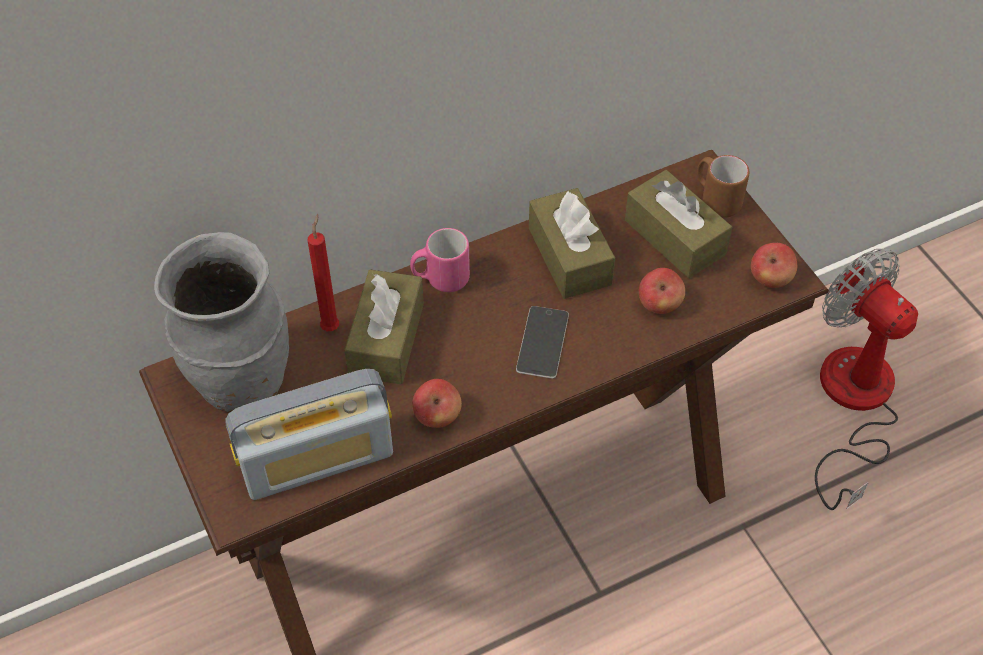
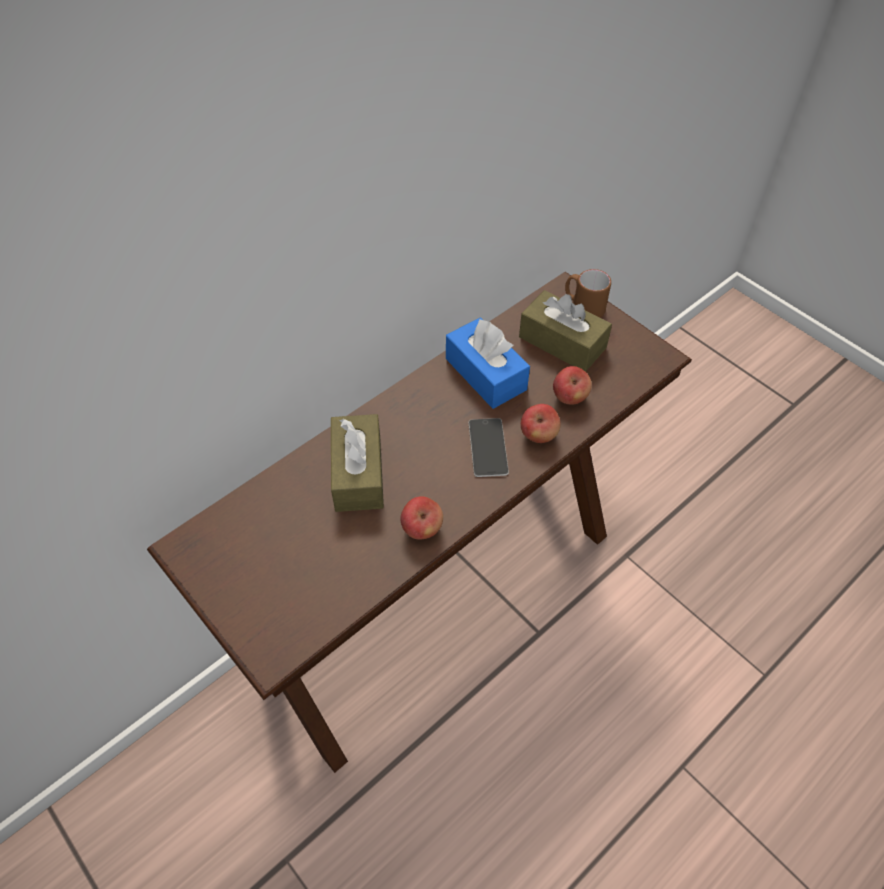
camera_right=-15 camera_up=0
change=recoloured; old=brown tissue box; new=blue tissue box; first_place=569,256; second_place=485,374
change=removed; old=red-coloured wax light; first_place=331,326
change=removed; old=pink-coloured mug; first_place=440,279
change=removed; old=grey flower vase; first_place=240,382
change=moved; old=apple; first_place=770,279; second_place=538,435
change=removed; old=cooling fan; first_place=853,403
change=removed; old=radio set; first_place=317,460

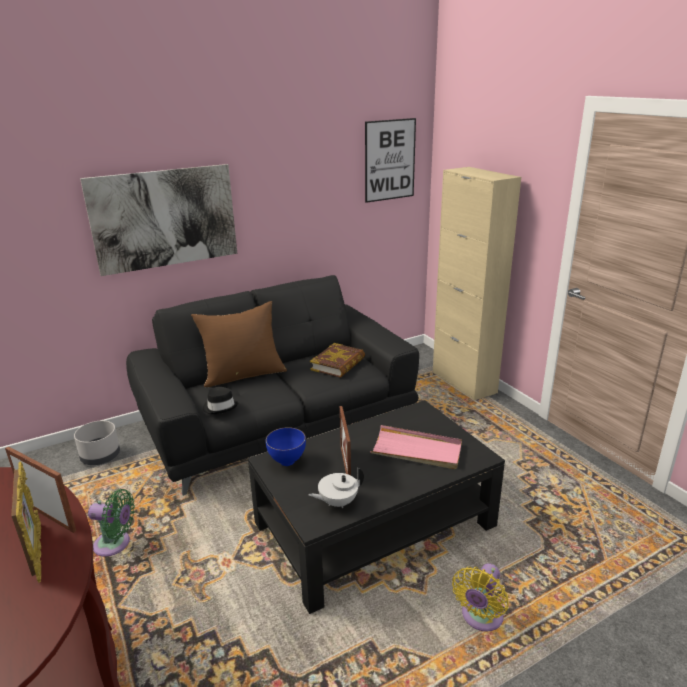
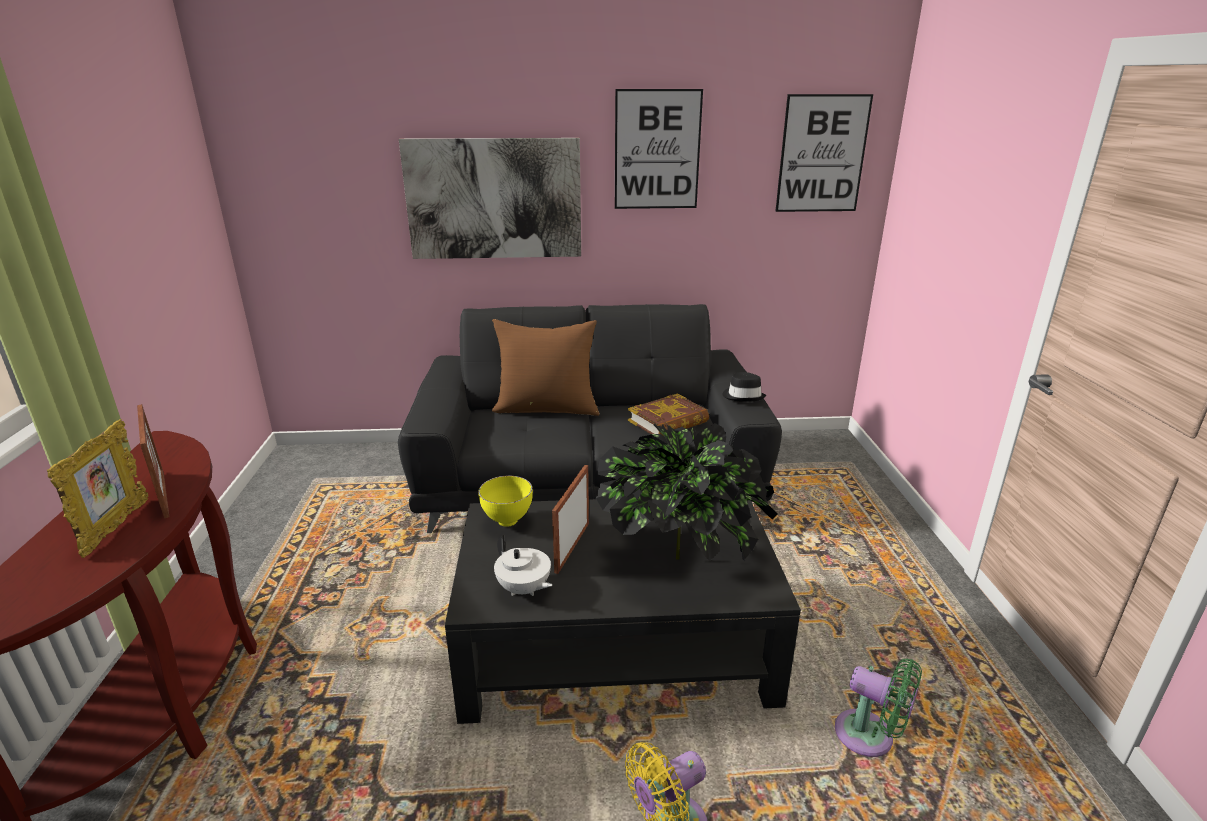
camera_right=25 camera_up=0
change=removed; old=sand-coloured cupboard; first_place=464,382
change=moved; old=black clothing hat; first_place=220,406; second_place=743,396
change=removed; old=grey planter; first_place=100,456
change=replaced; old=pink-coloured carrying tray; new=plant in a pot; first_place=417,450; second_place=680,557
change=recoloured; old=blue serving bowl; new=yellowish serving bowl; first_place=286,462; second_place=506,522
change=turned; old=whitish teapot; first_place=337,502; second_place=524,589; degrees=-135
change=moved; old=greenish cooling fan; first_place=115,544; second_place=870,737
change=added; new=wall art; second_place=657,150

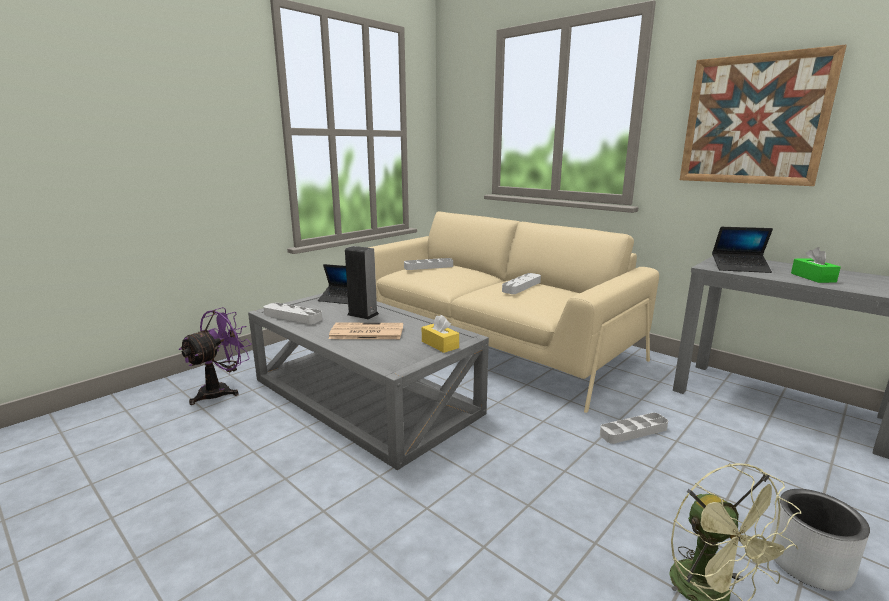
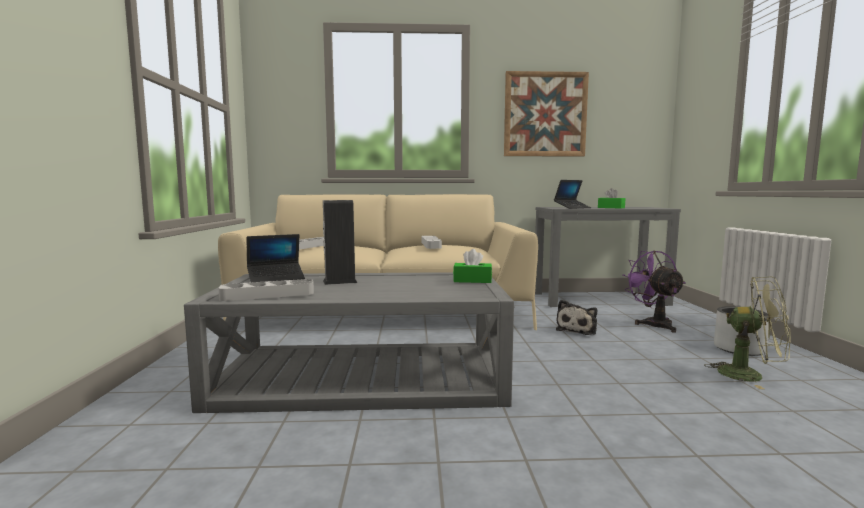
camera_right=-45 camera_up=-10
change=moved; old=purple-coloured cooling fan; first_place=221,390; second_place=653,323
change=recoloured; old=yellowish tissue box; new=greenish tissue box; first_place=440,344; second_place=472,280
change=removed; old=printed paper; first_place=365,332
change=replaced; old=grey carrying tray; new=plush toy; first_place=633,431; second_place=577,330

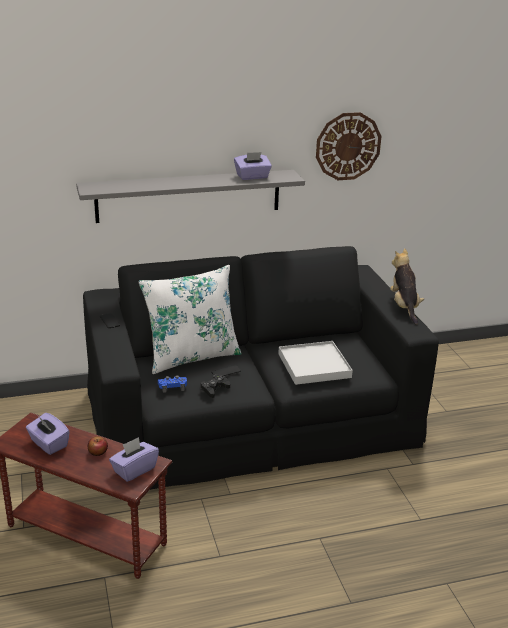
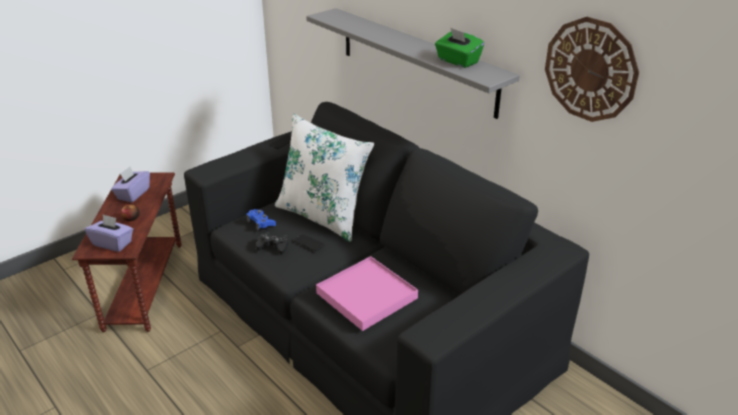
camera_right=65 camera_up=5
change=recoloured; old=purple-coloured tissue box; new=greenish tissue box; first_place=252,177; second_place=457,61
change=removed; old=plush toy; first_place=404,306
change=recoloured; old=whitish carrying tray; new=pink-coloured carrying tray; first_place=314,365; second_place=367,296

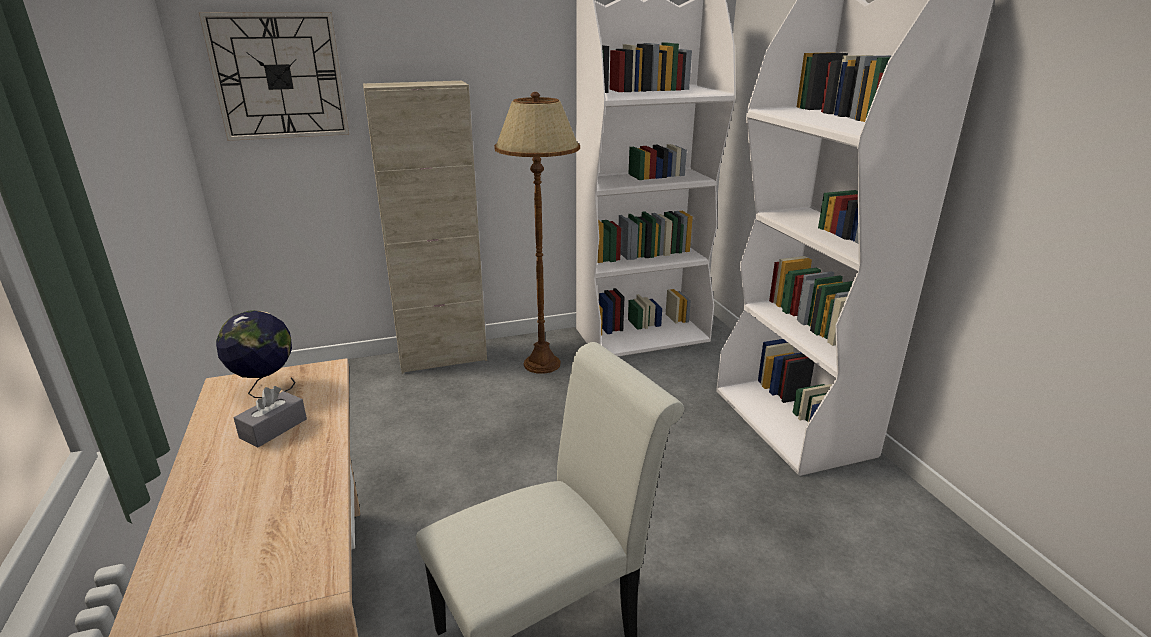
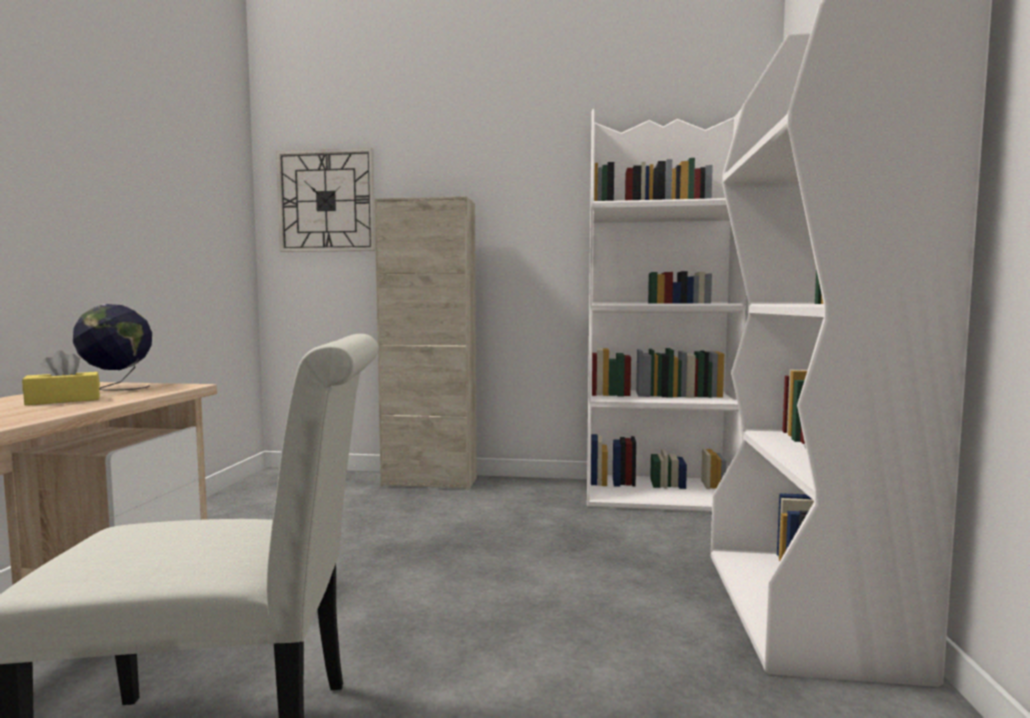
camera_right=25 camera_up=-20
change=removed; old=brown standing lamp; first_place=542,364
change=recoloured; old=grey tissue box; new=yellowish tissue box; first_place=273,428; second_place=63,400

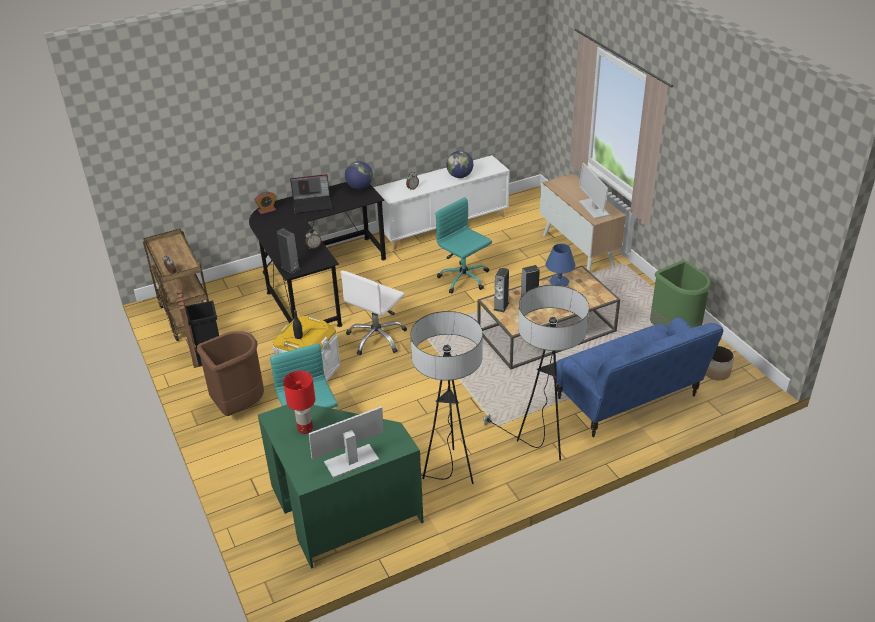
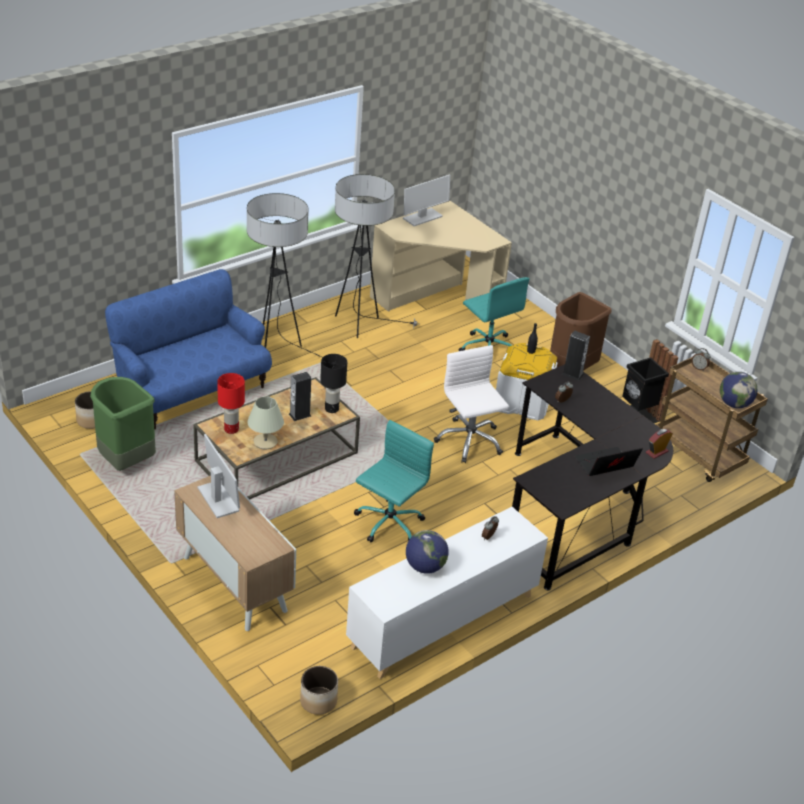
camera_right=165 camera_up=0
change=moved; old=desk globe; first_place=359,187; second_place=734,404
change=turned; old=turquoise-coloured computer chair; first_place=464,279; second_place=388,524; degrees=-90
change=recoloured; old=blue lamp for a table; new=sand-coloured lamp for a table; first_place=559,282; second_place=265,442
change=replaced; old=loudspeaker; new=black lamp for a table; first_place=501,306; second_place=331,409
change=turned; old=whitish computer chair; first_place=377,338; second_place=469,441; degrees=-45
change=moved; old=red-coloured lamp for a table; first_place=305,428; second_place=231,429
change=recoloured; old=greenish desk table; new=sand-coloured desk table; first_place=341,513; second_place=435,299
change=added; new=planter; second_place=319,701

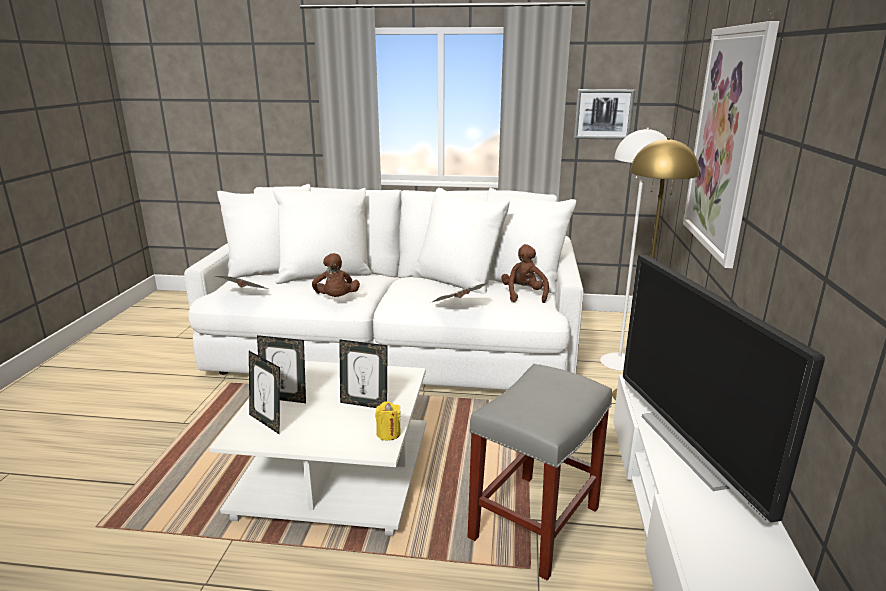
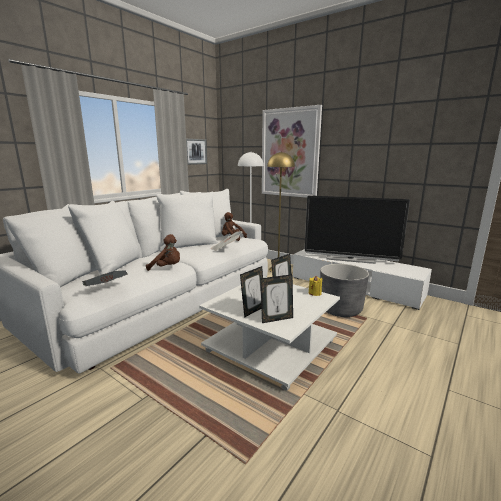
camera_right=-60 camera_up=-5
change=replaced; old=grey sitting stool; new=grey planter; first_place=535,521; second_place=340,309

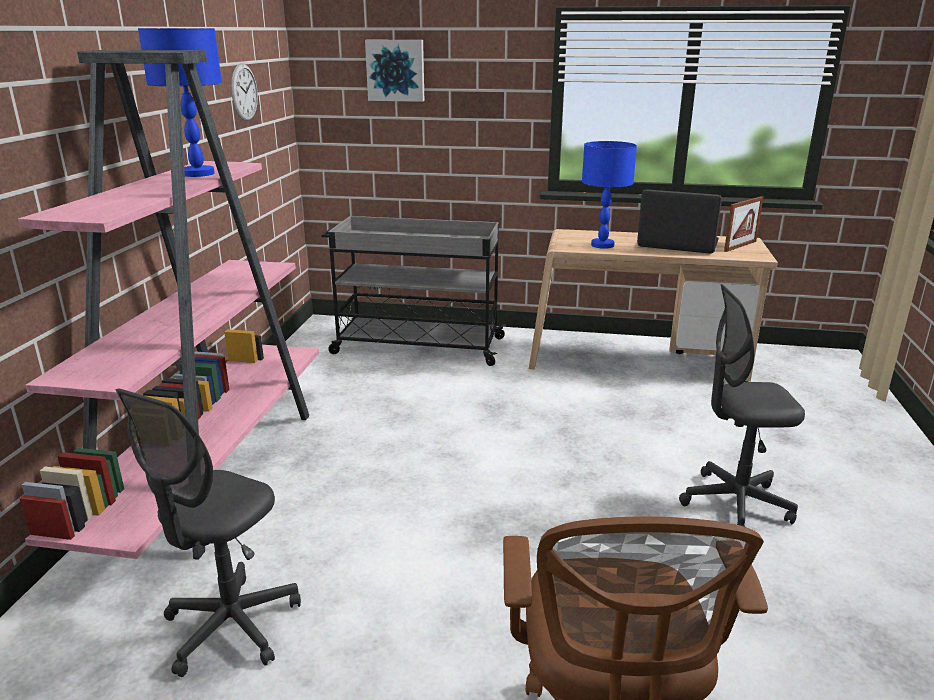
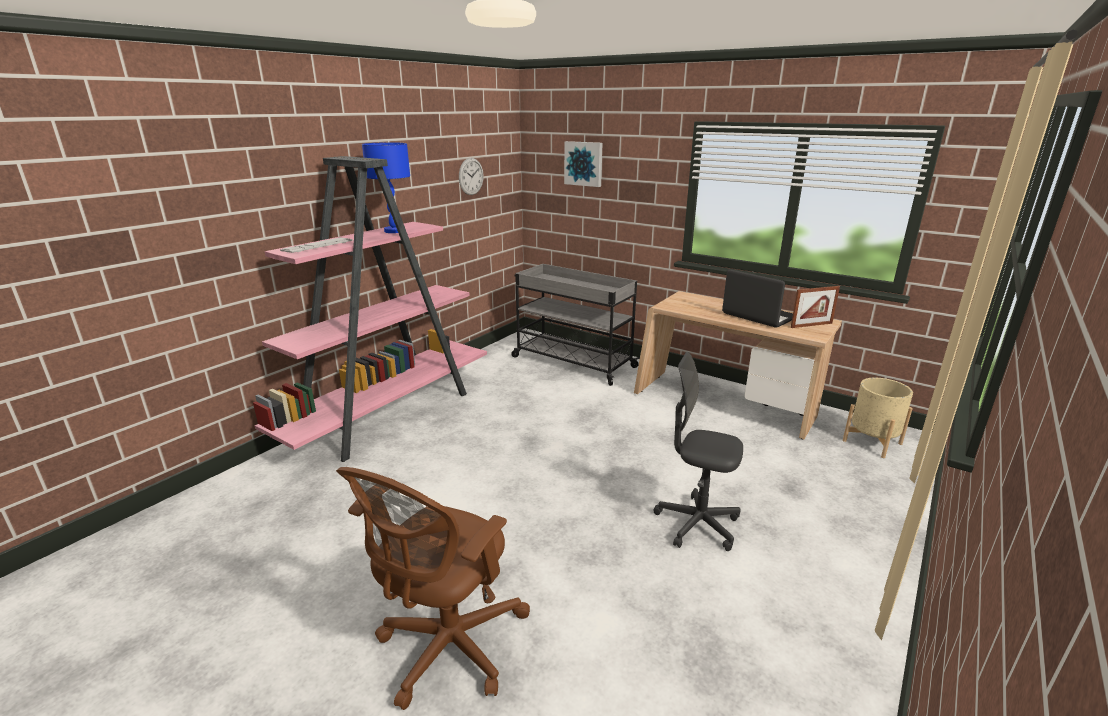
camera_right=25 camera_up=0
change=removed; old=blue lamp for a table; first_place=603,245
change=removed; old=grey computer chair; first_place=231,626
change=added; new=PC keyboard; second_place=317,246
change=added; new=sand-coloured planter; second_place=872,442

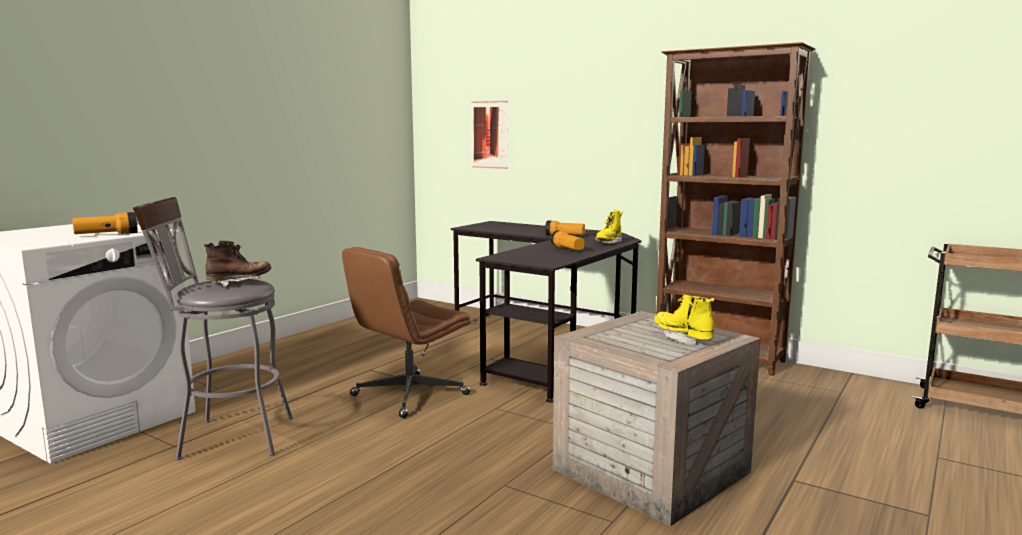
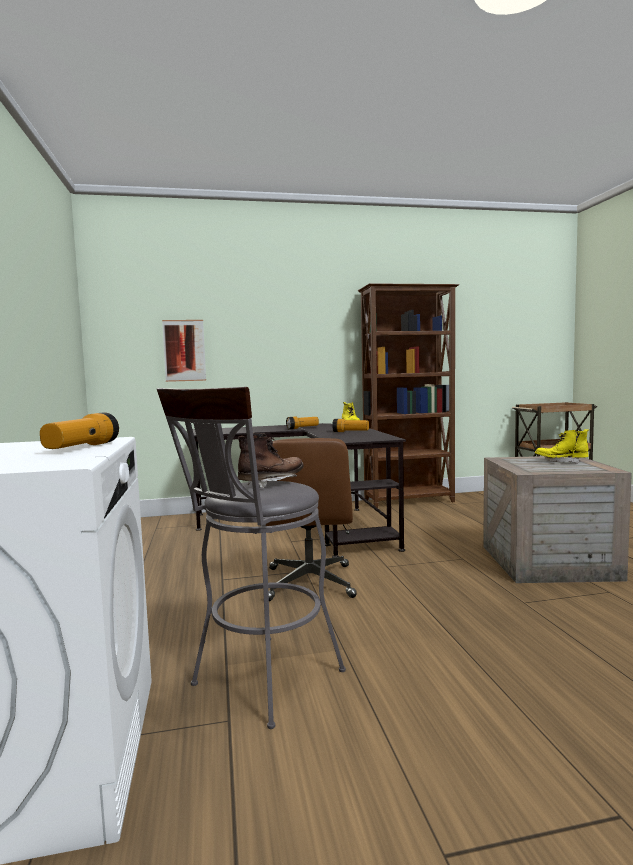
camera_right=-45 camera_up=-5
change=turned; old=brown boot; first_place=239,283; second_place=272,483; degrees=45

